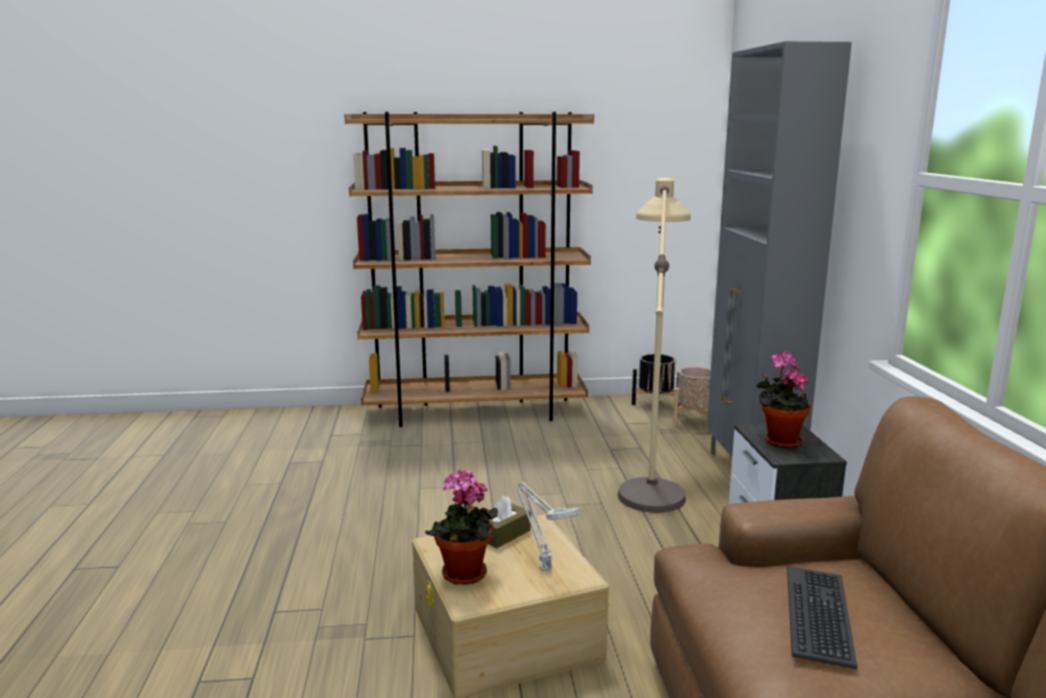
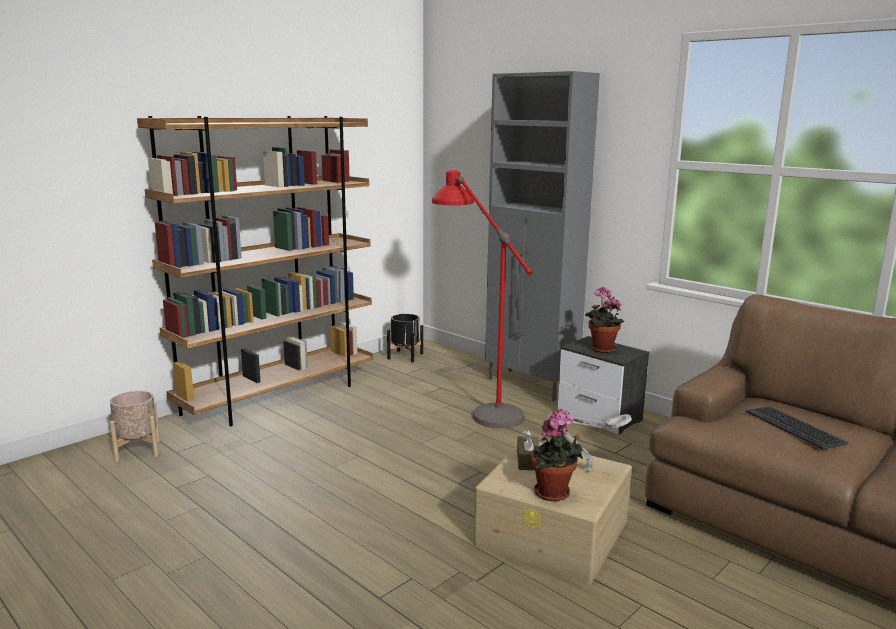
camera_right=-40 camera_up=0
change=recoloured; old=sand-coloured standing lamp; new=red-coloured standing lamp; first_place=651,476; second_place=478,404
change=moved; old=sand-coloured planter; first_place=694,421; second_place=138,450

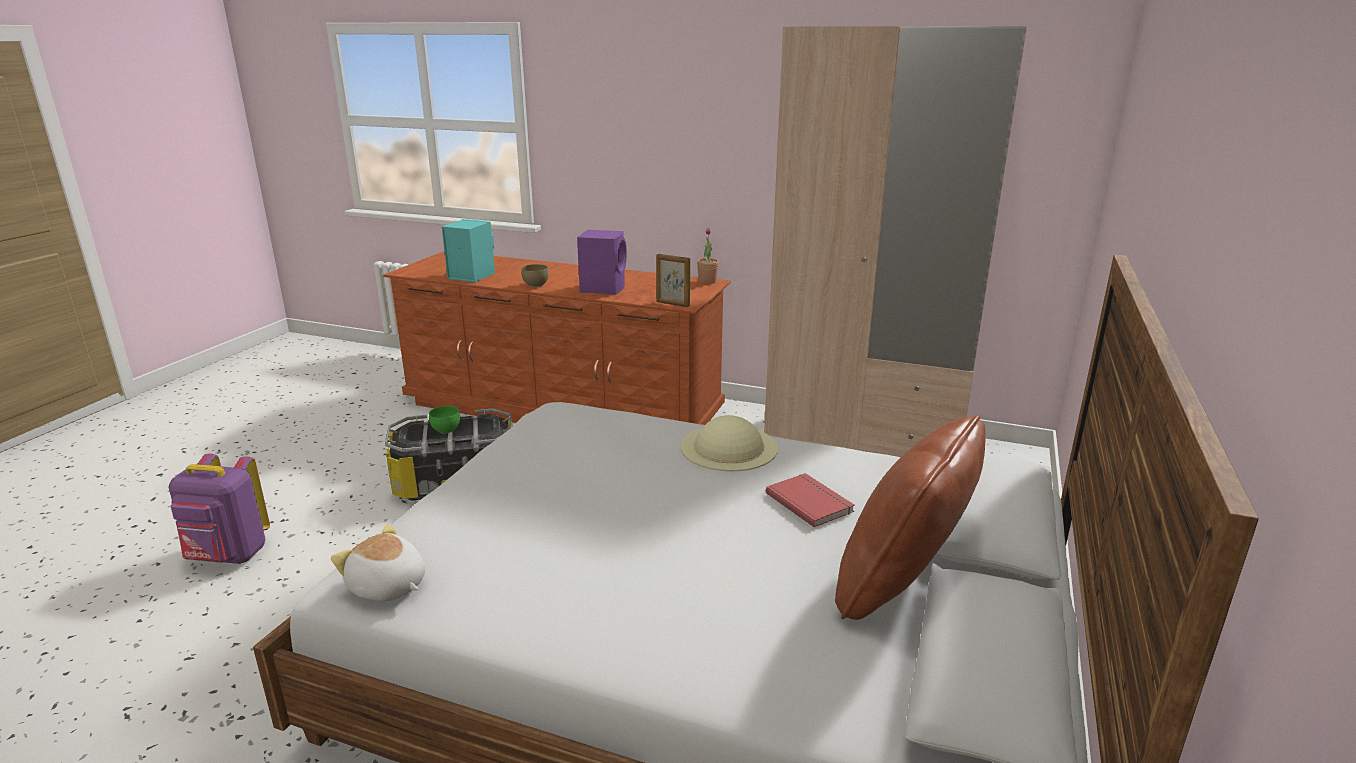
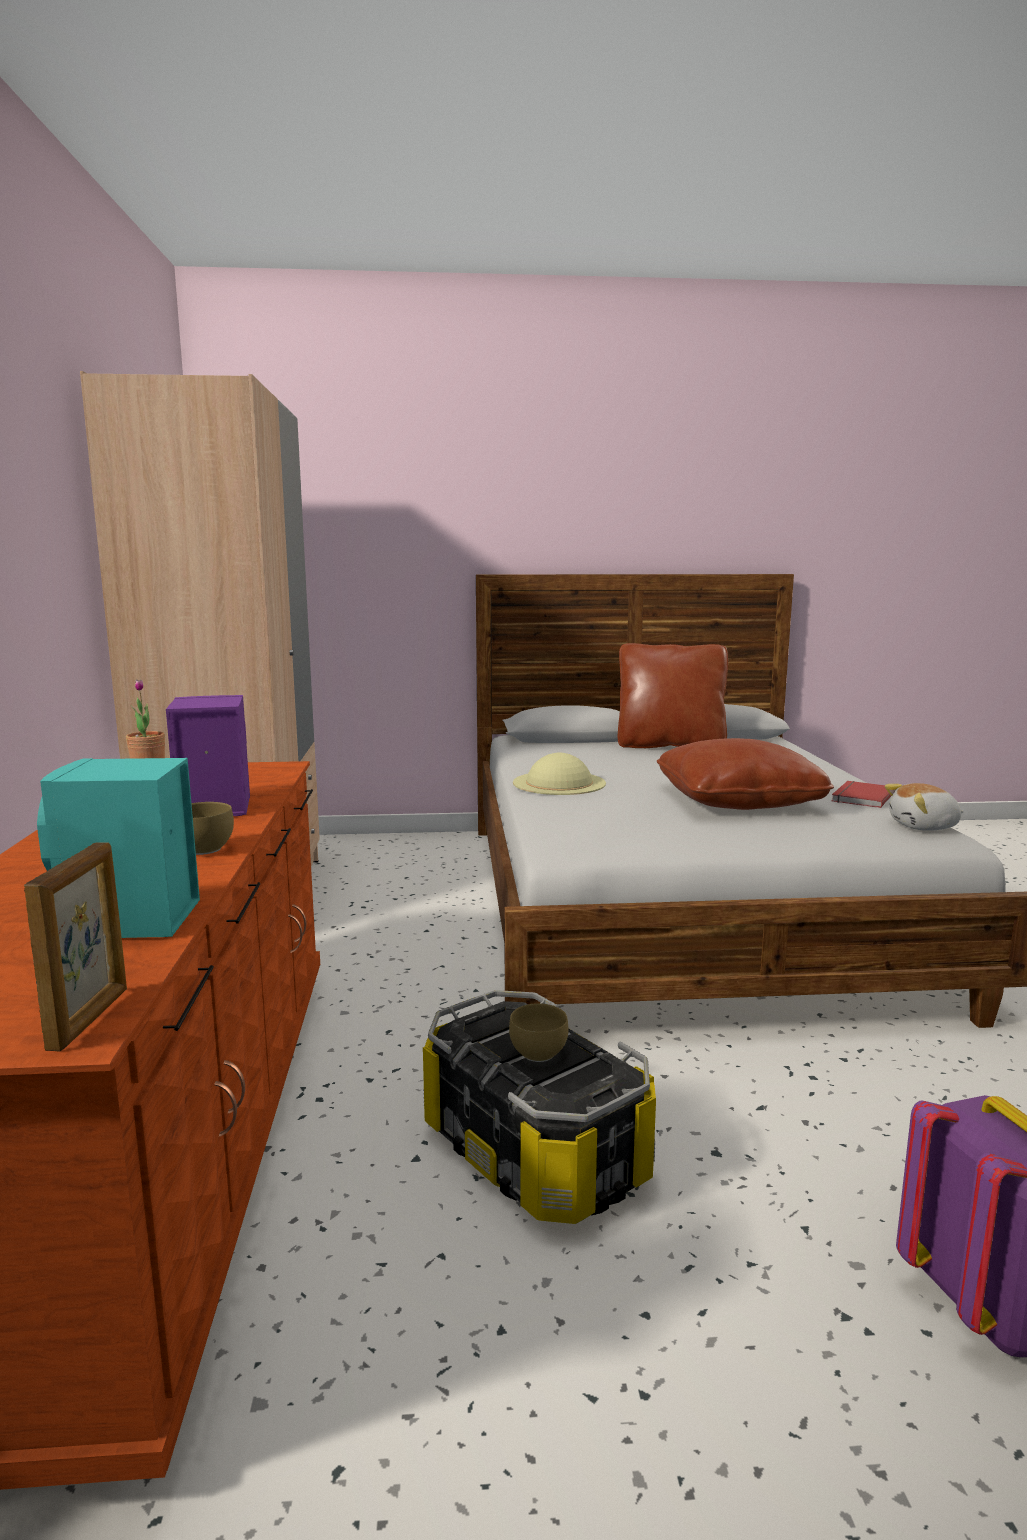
camera_right=-115 camera_up=-10
change=moved; old=standing frame; first_place=672,304; second_place=90,1018
change=recoloured; old=greenish serving bowl; new=brown serving bowl; first_place=446,430; second_place=539,1052
change=moved; old=red-coloured bound book; first_place=810,501; second_place=860,797
change=turned; old=plush toy; first_place=387,587; second_place=924,826; degrees=75
change=added; new=brown pillow; second_place=738,802

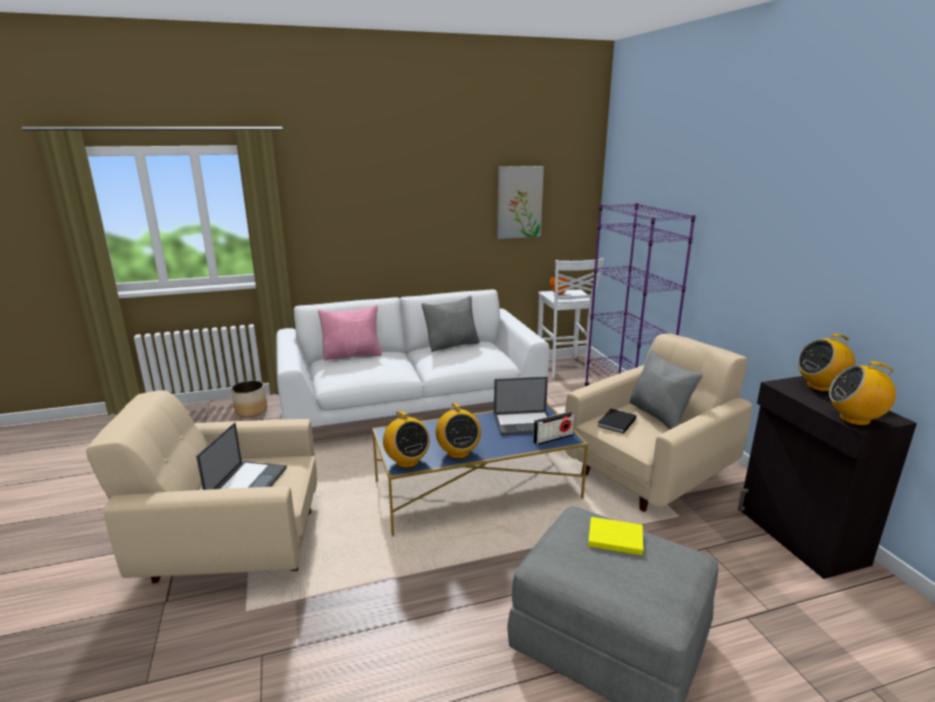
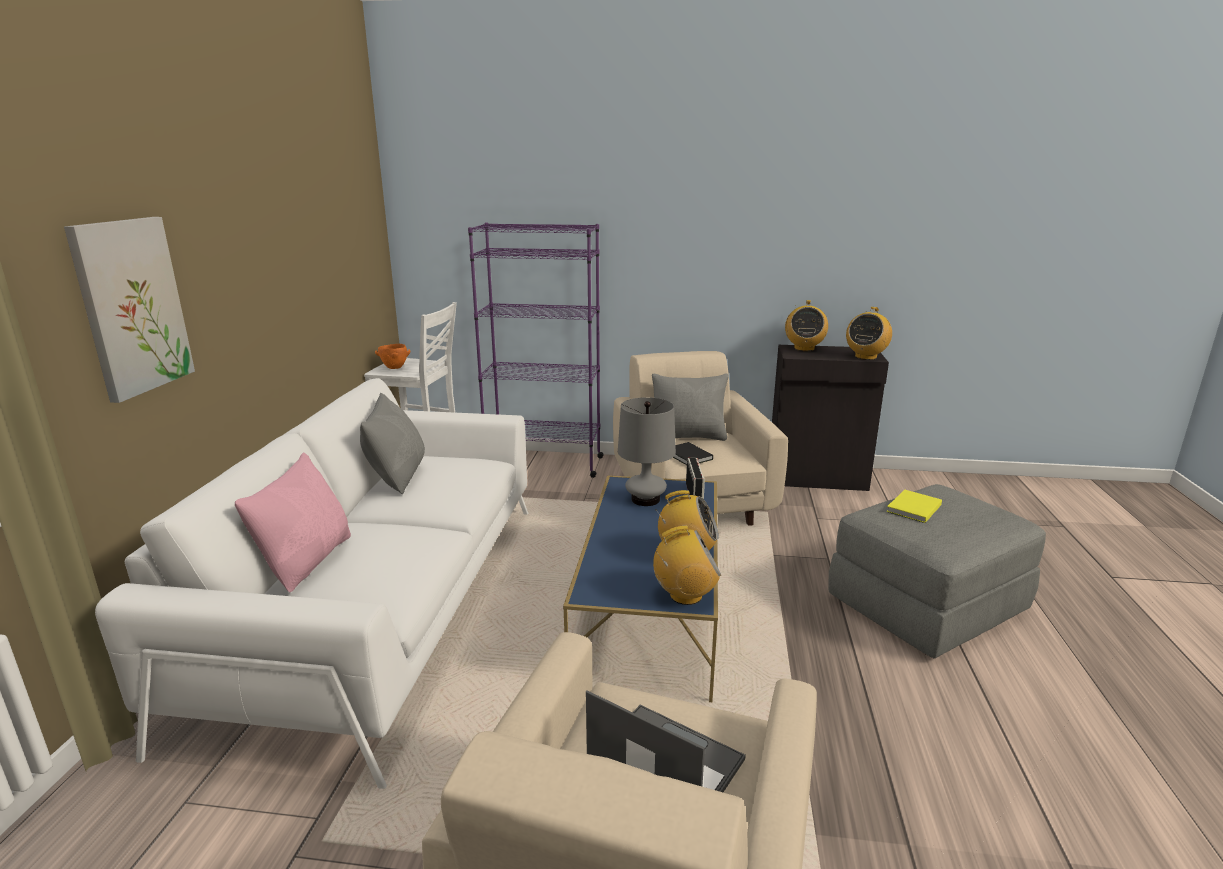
camera_right=-65 camera_up=0
change=moved; old=wall art; first_place=519,202; second_place=132,306
change=replaced; old=portable computer; new=grey lamp for a table; first_place=524,423; second_place=645,499
change=removed; old=planter; first_place=251,411

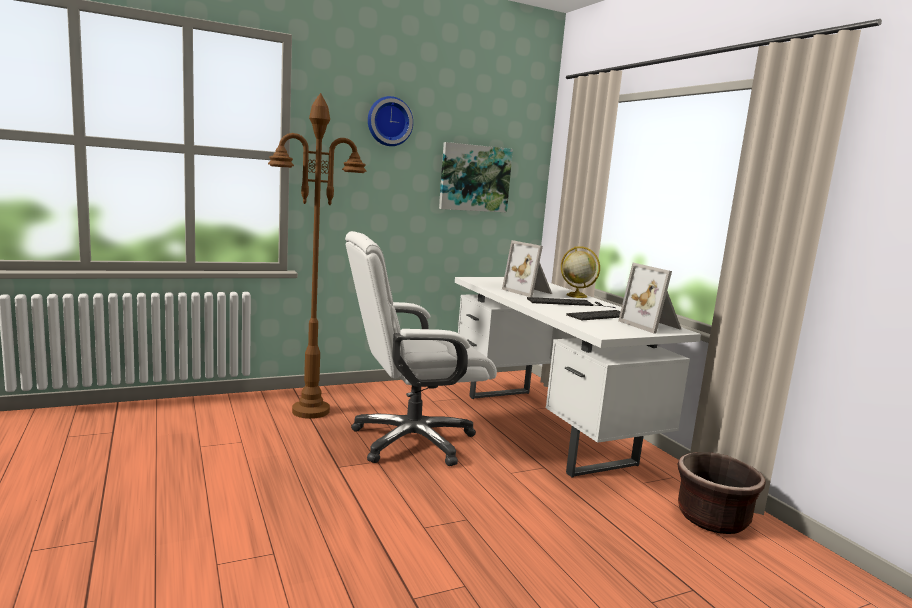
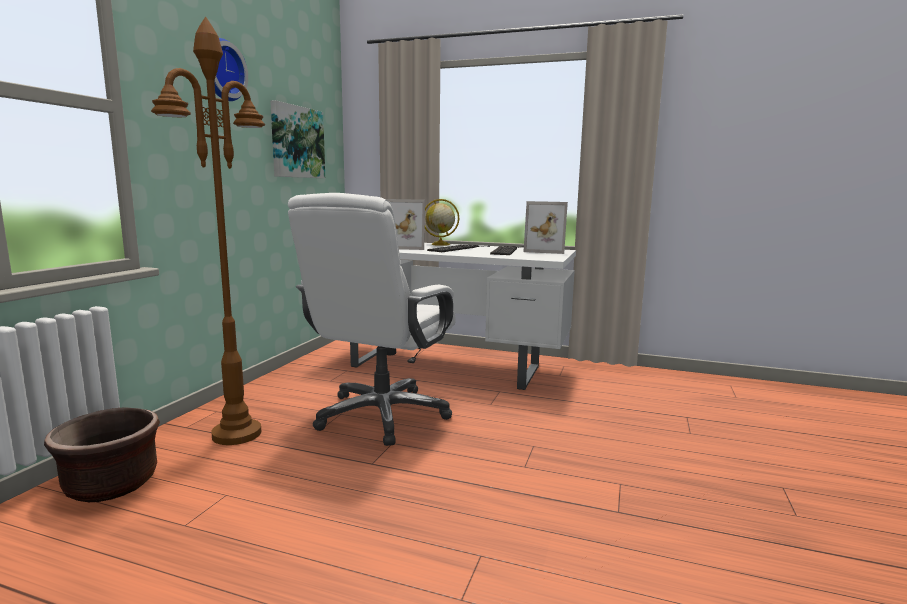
camera_right=-45 camera_up=0
change=moved; old=brown planter; first_place=712,519; second_place=112,485

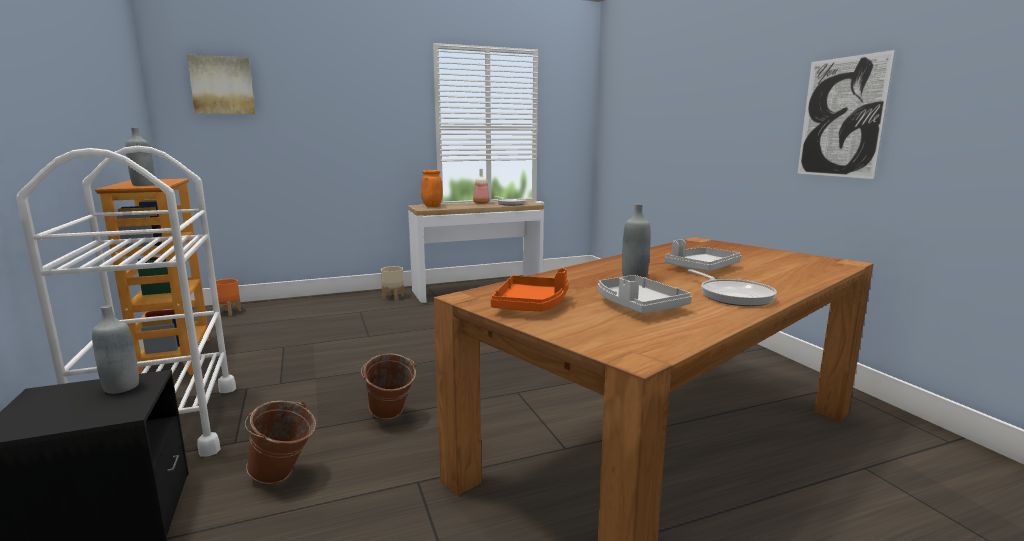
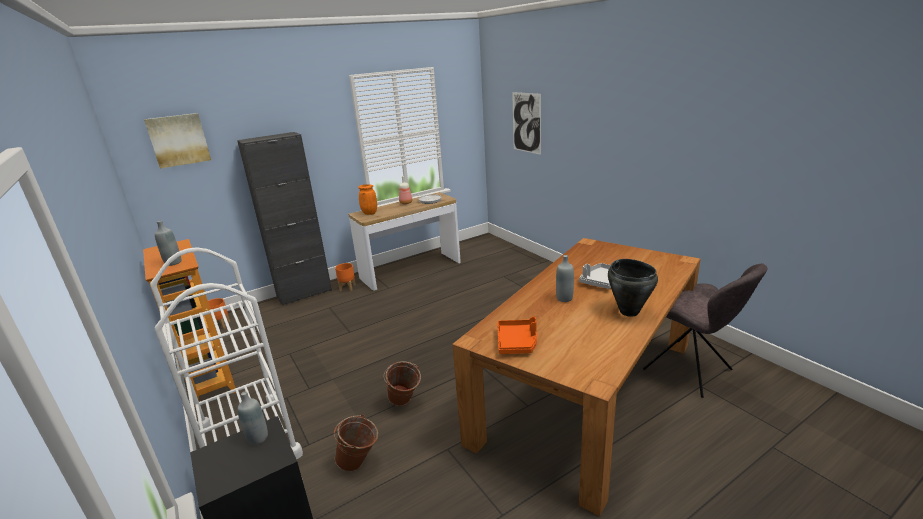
camera_right=-10 camera_up=10
change=moved; old=wall art; first_place=841,117; second_place=526,123
change=recoloured; old=sand-coloured planter; new=orange-coloured planter; first_place=393,297; second_place=347,287
change=replaced; old=pan; new=black cooking pot; first_place=733,295; second_place=629,311
change=removed; old=grey carrying tray; first_place=637,306
change=added; new=black cupboard; second_place=304,294
change=added; new=grey upright chair; second_place=690,371

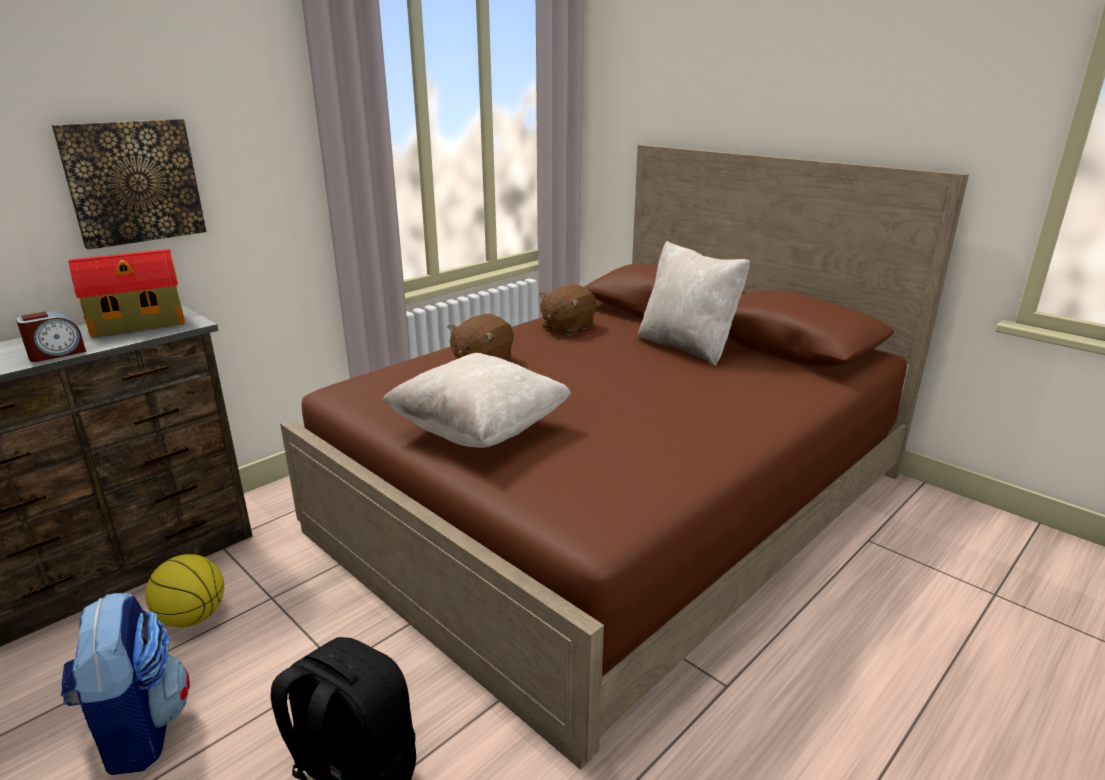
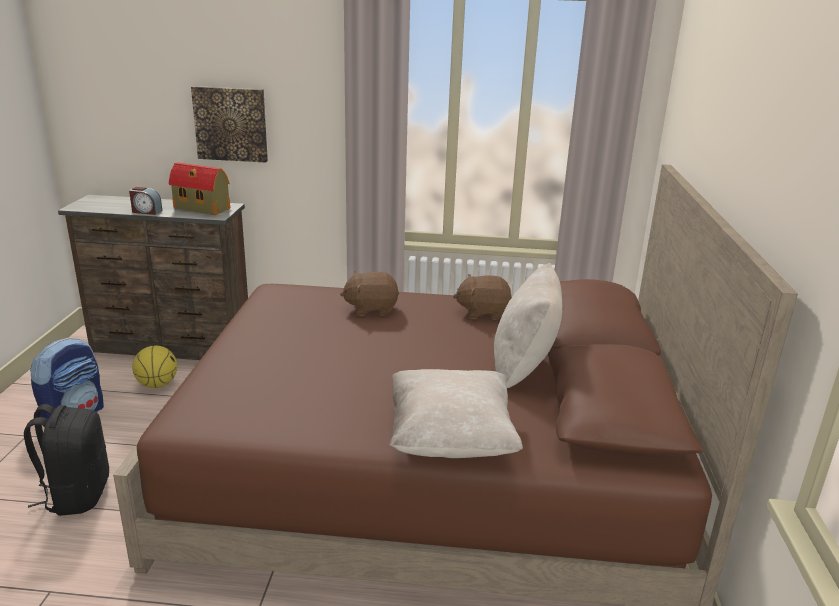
camera_right=50 camera_up=0
change=moved; old=sand-coloured pillow; first_place=480,431; second_place=450,439

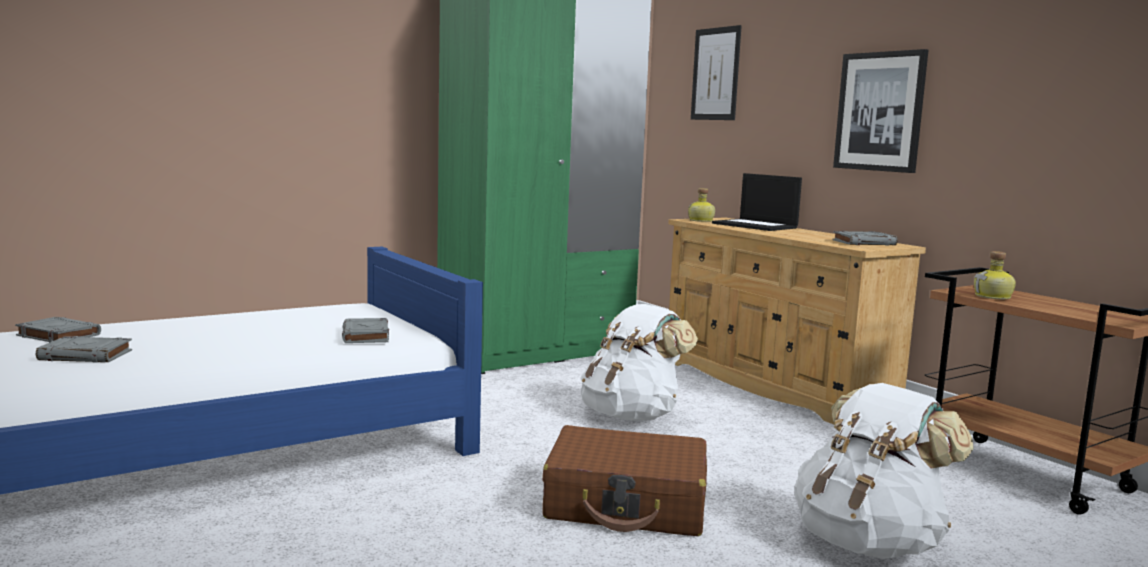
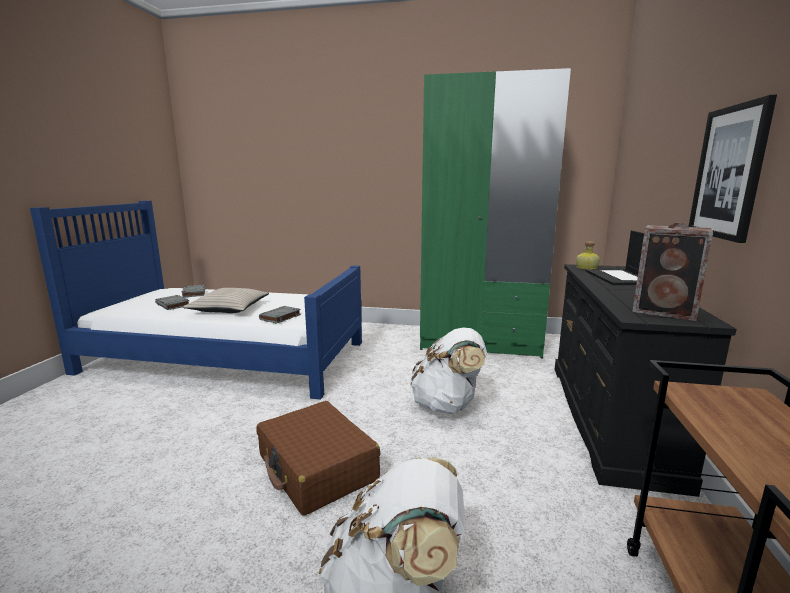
camera_right=45 camera_up=5
change=removed; old=wall art; first_place=715,74
change=recoloured; old=sand-coloured chest of drawers; new=black chest of drawers; first_place=774,385; second_place=609,418
change=replaced; old=grey bound book; new=loudspeaker; first_place=864,243; second_place=666,311
change=removed; old=beverage bottle; first_place=994,297
change=added; new=sand-coloured pillow; second_place=229,308

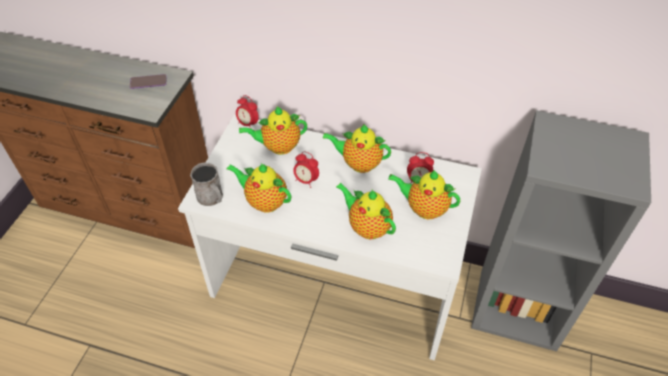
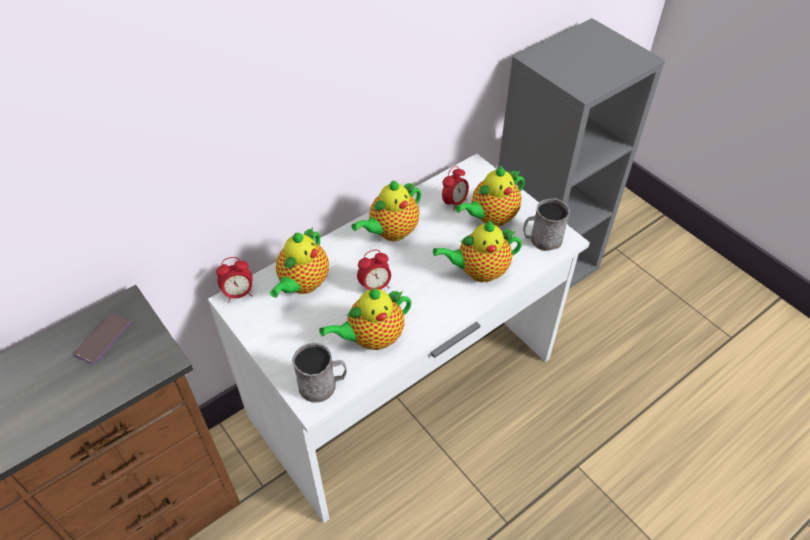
camera_right=-55 camera_up=0
change=added; new=grey mug; second_place=541,240

